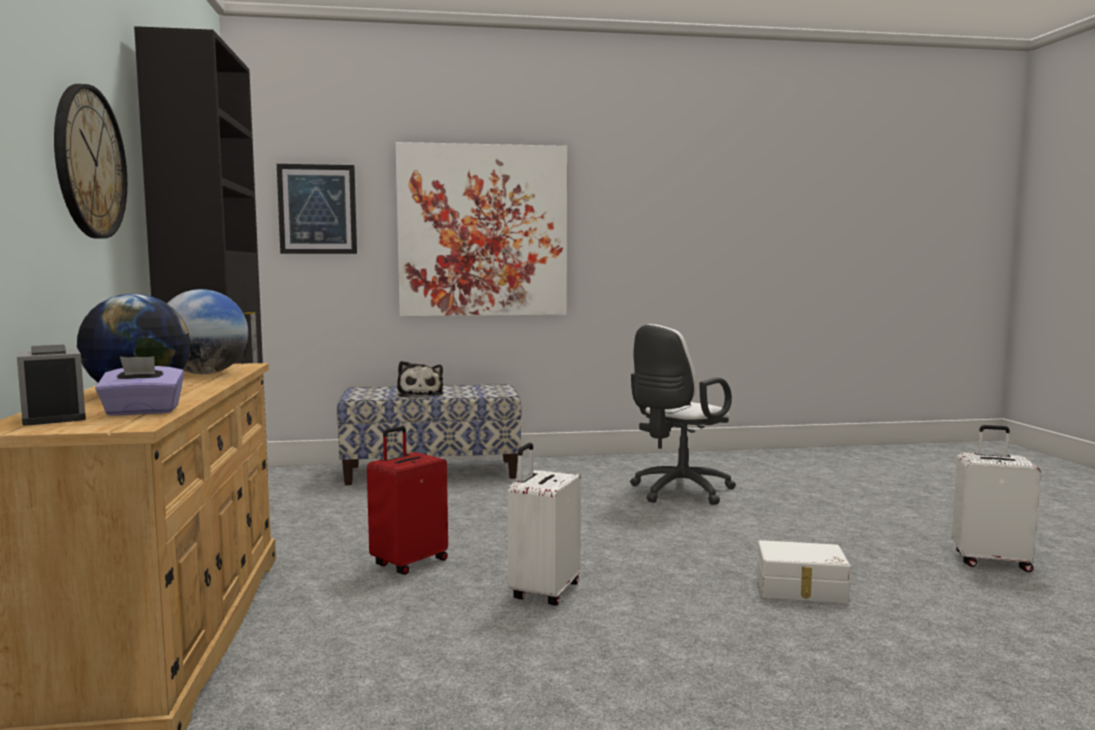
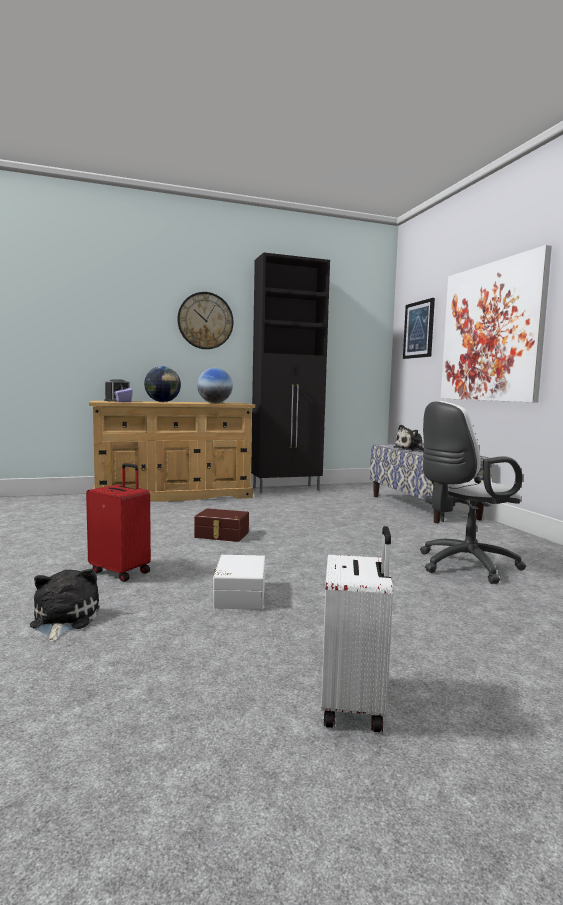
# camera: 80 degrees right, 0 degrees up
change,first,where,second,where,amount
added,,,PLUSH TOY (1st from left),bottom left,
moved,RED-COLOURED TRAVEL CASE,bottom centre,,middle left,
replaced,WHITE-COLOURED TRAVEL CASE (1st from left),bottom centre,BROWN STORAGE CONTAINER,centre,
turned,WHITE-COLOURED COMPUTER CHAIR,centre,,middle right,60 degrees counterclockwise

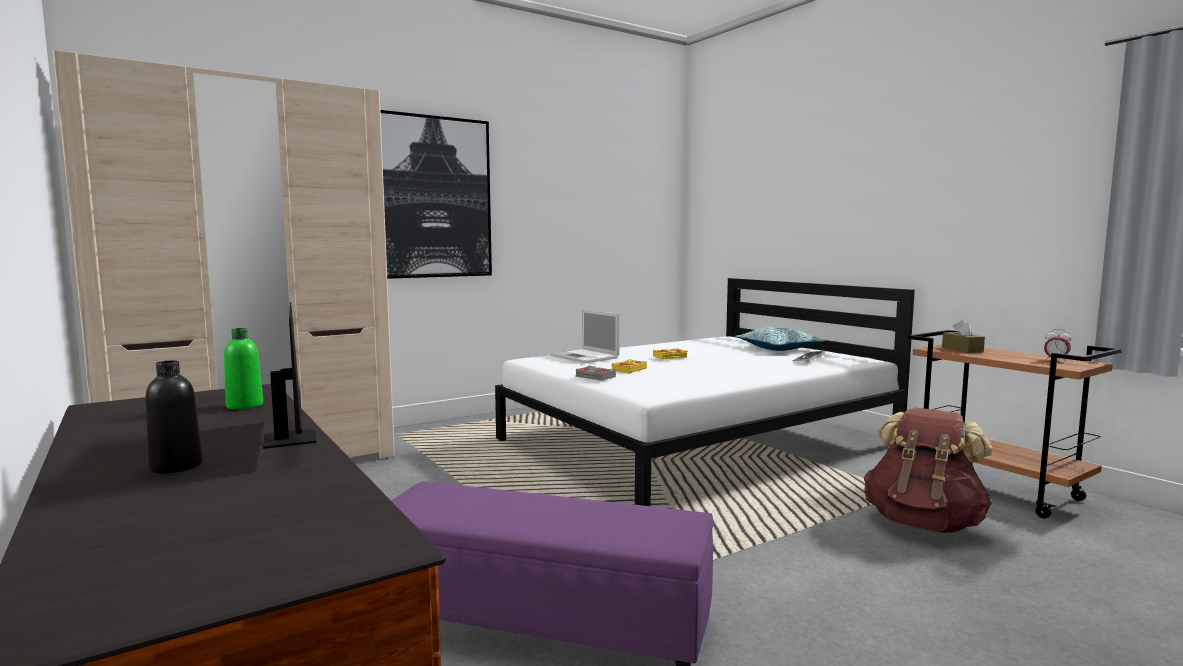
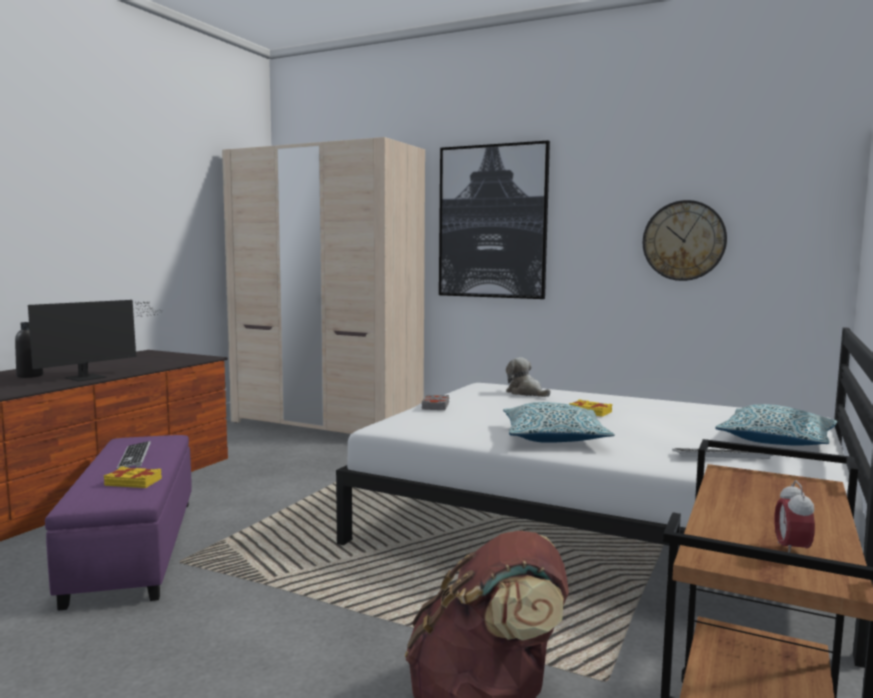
# camera: 60 degrees right, 0 degrees up
change,first,where,second,where,amount
moved,YELLOW-COLOURED BOUND BOOK (1st from left),centre,,bottom left,
added,,,KEYBOARD (1st from left),middle left,
added,,,THROW PILLOW (1st from left),centre,
replaced,LAPTOP,centre,PLUSH TOY,centre,
added,,,WALL CLOCK,middle right,
removed,GREEN DRINK BOTTLE,middle left,,,
removed,BROWN TISSUE HOLDER,middle right,,,

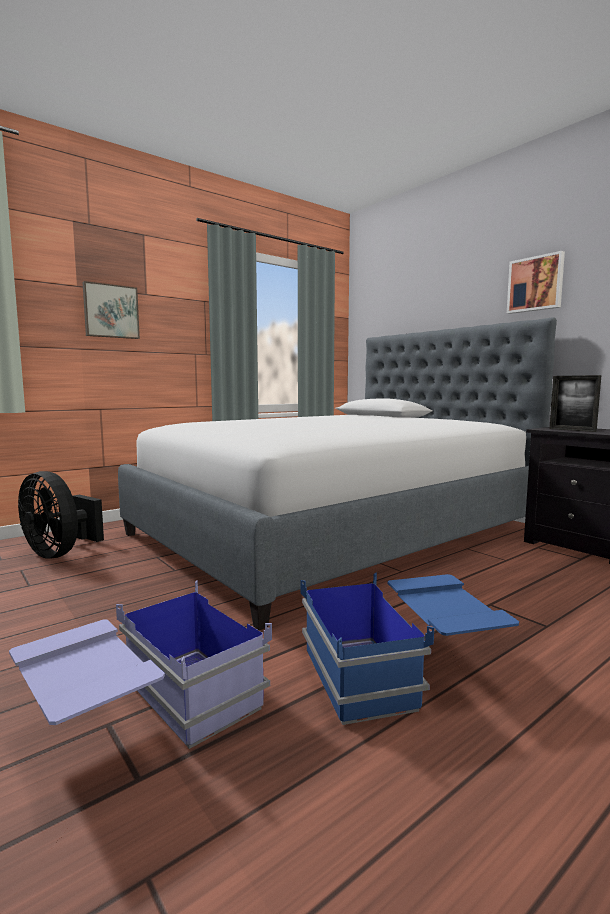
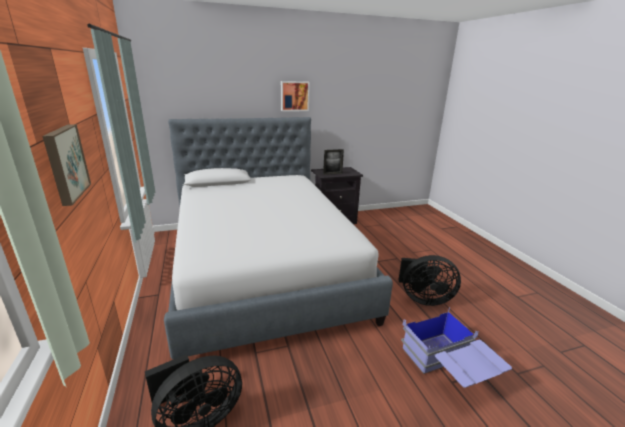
# camera: 70 degrees left, 15 degrees up
change,first,where,second,where,amount
replaced,BLUE STORAGE CONTAINER (2nd from left),bottom right,BLACK-COLOURED ELECTRIC FAN (2nd from left),middle right,

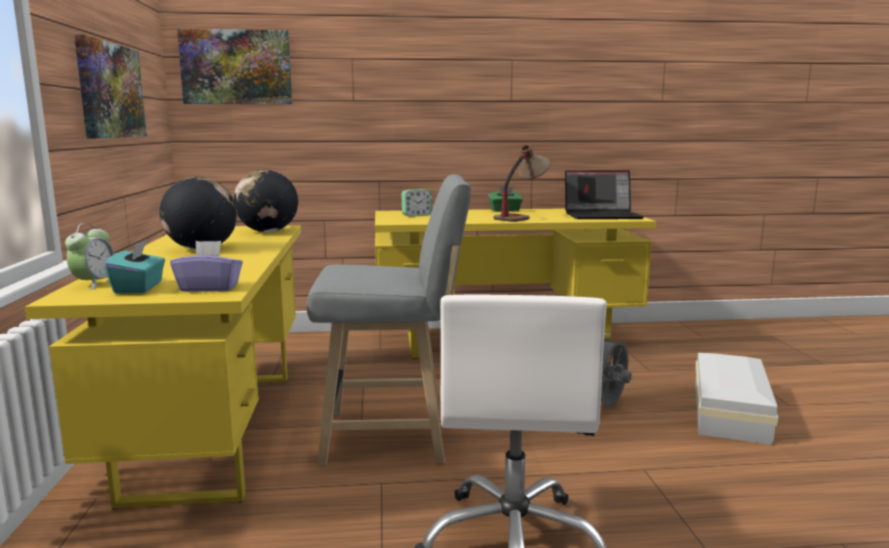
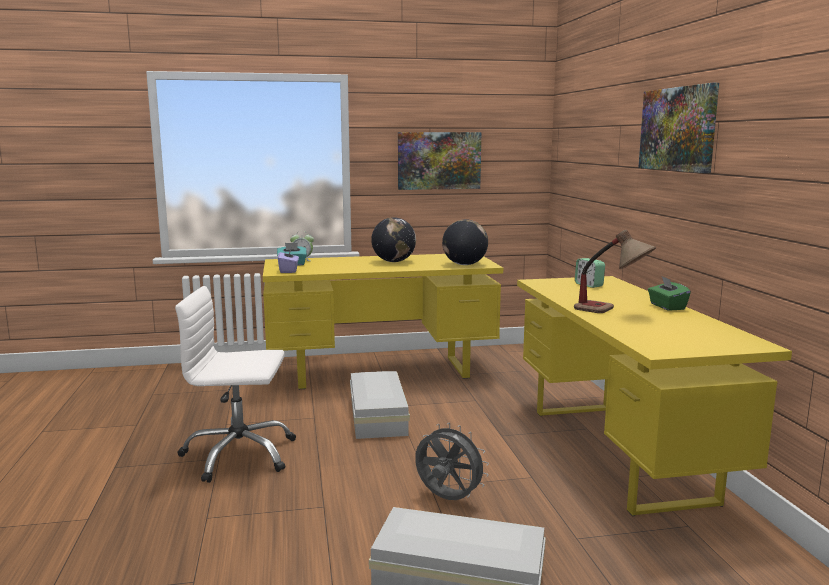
# camera: 85 degrees right, 0 degrees up
change,first,where,second,where,amount
replaced,GREY SITTING STOOL,centre,WHITE-COLOURED STORAGE CONTAINER (1st from left),bottom centre,
moved,WALL PICTURE (2nd from left),top left,,top right,
removed,LAPTOP,middle right,,,

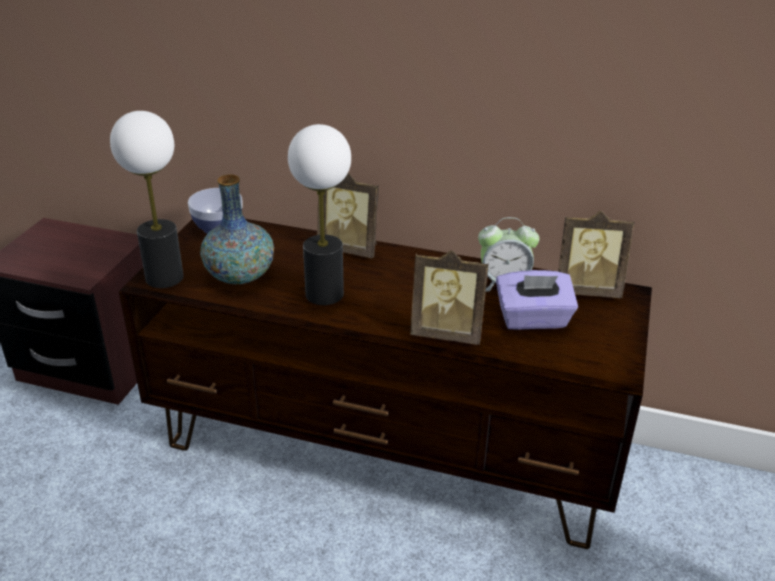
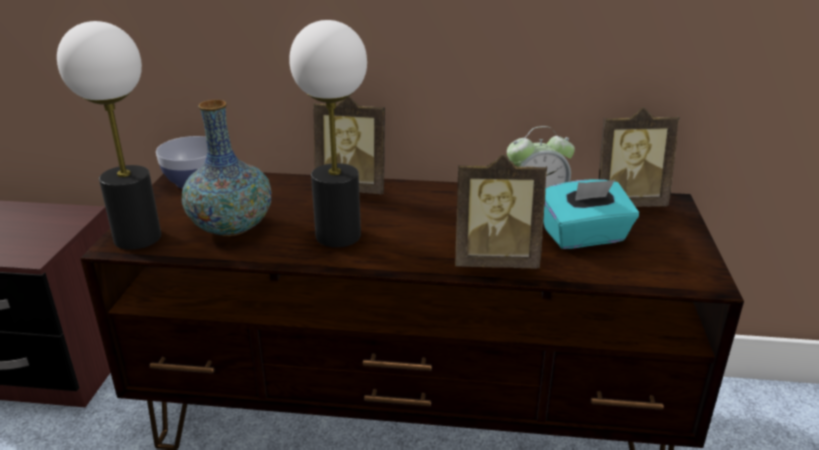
# camera: 10 degrees left, 5 degrees down
change,first,where,second,where,amount
recoloured,PURPLE TISSUE HOLDER,middle right,TURQUOISE-COLOURED TISSUE HOLDER,middle right,

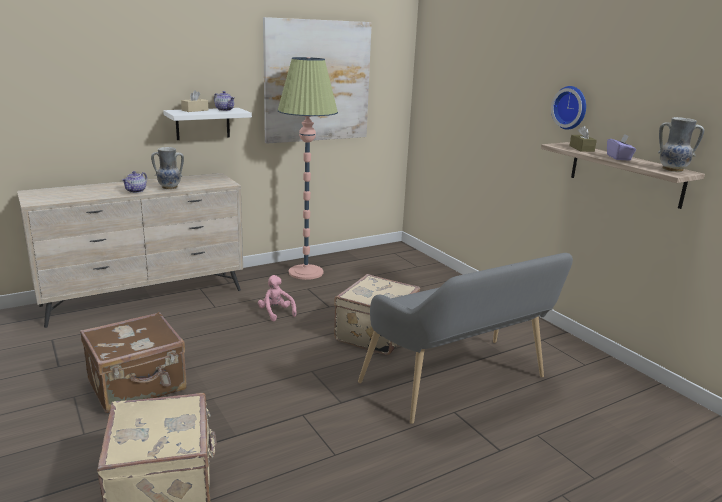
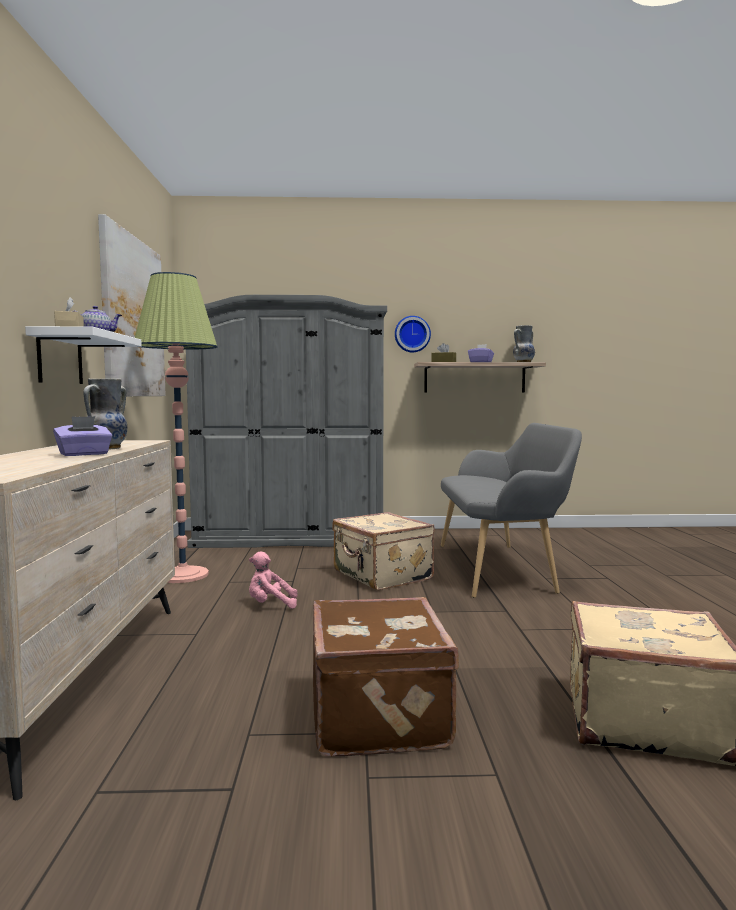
# camera: 60 degrees left, 15 degrees down
change,first,where,second,where,amount
replaced,TEAPOT (1st from left),middle left,PURPLE TISSUE HOLDER (1st from left),middle left,
added,,,GREY WARDROBE,centre,

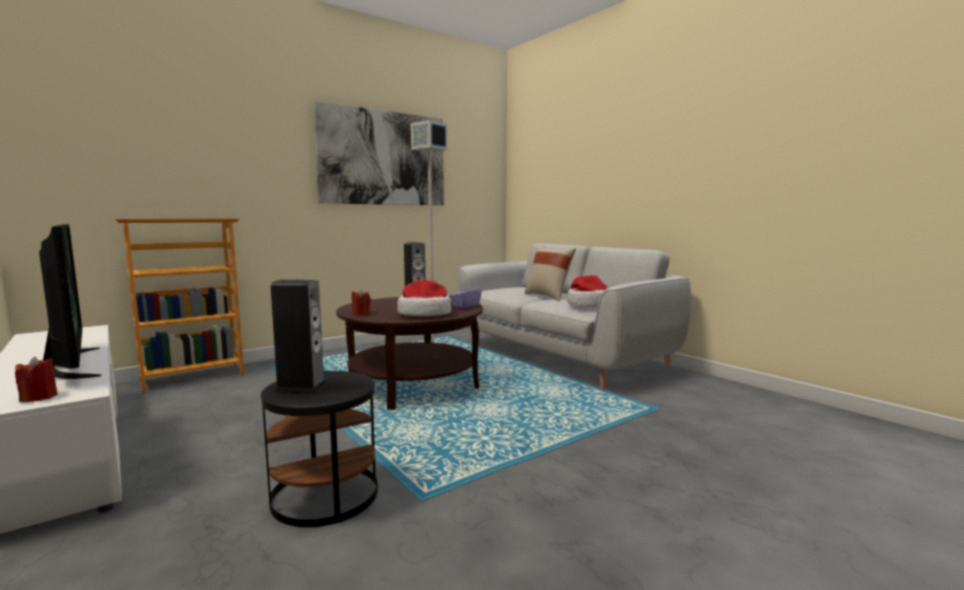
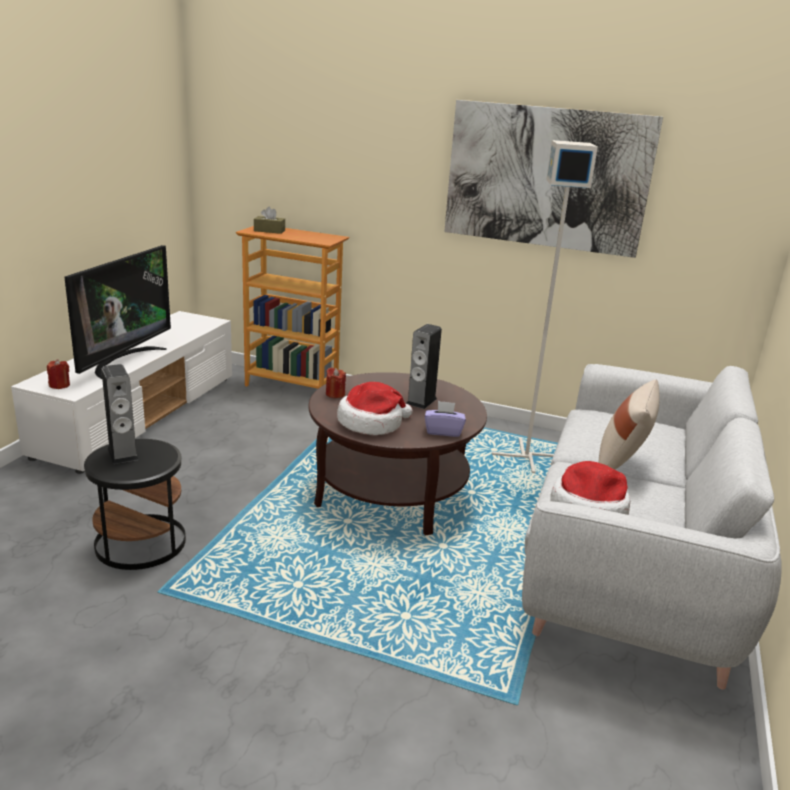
# camera: 55 degrees right, 15 degrees up
change,first,where,second,where,amount
added,,,BROWN TISSUE HOLDER,top centre,

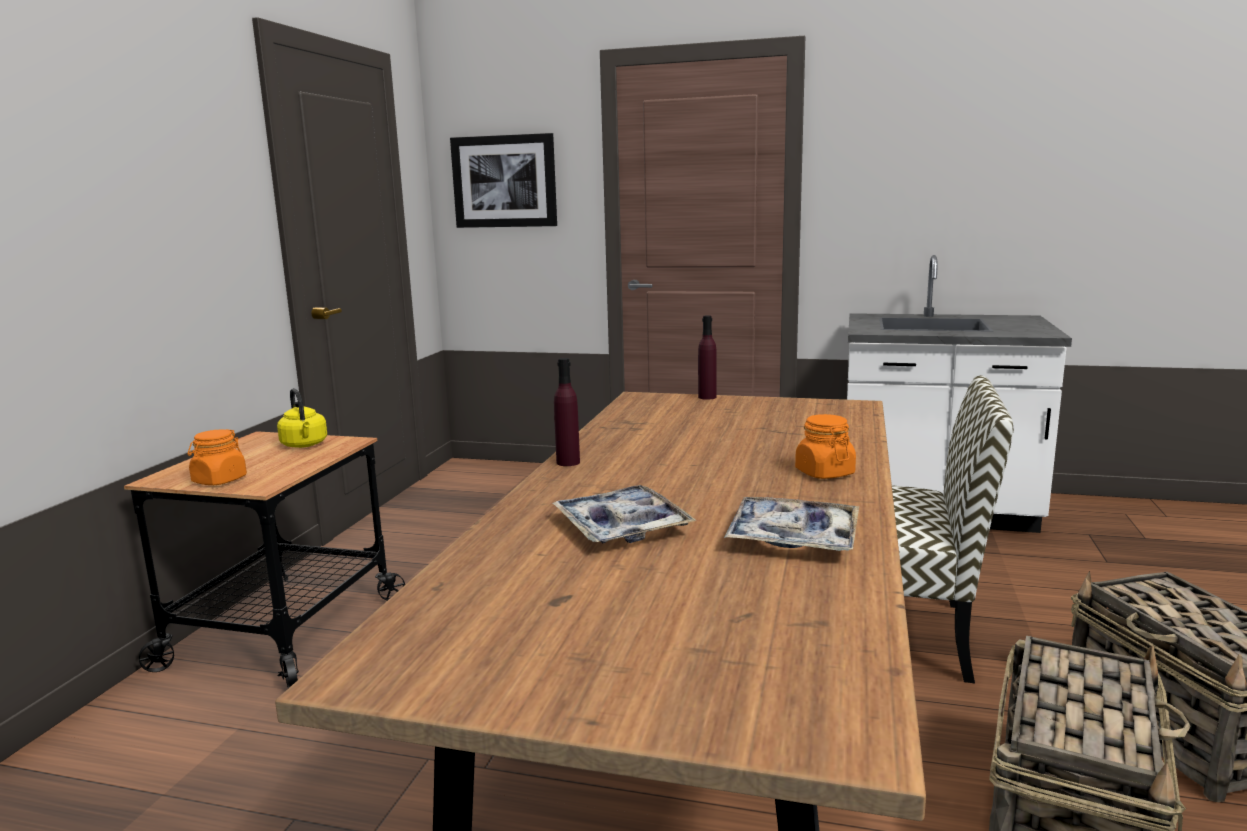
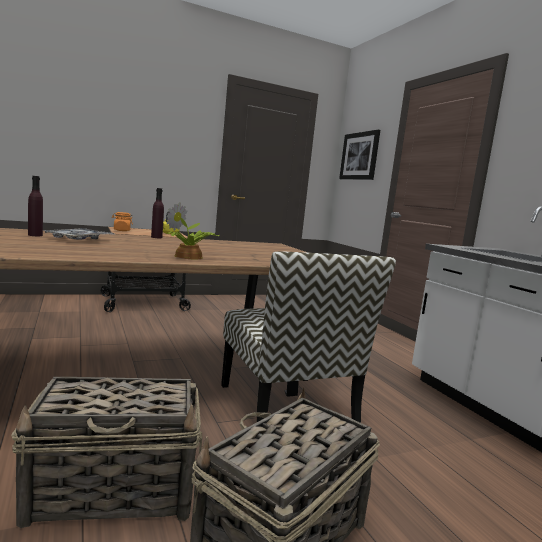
# camera: 50 degrees right, 5 degrees down
change,first,where,second,where,amount
moved,PURPLE DRINK BOTTLE (2nd from left in the first image),centre,PURPLE DRINK BOTTLE (1st from left),middle left,
replaced,ORANGEY PRESERVE JAR (2nd from left),centre,PLANT IN A POT,centre,
removed,SERVING TRAY (2nd from left),centre,,,

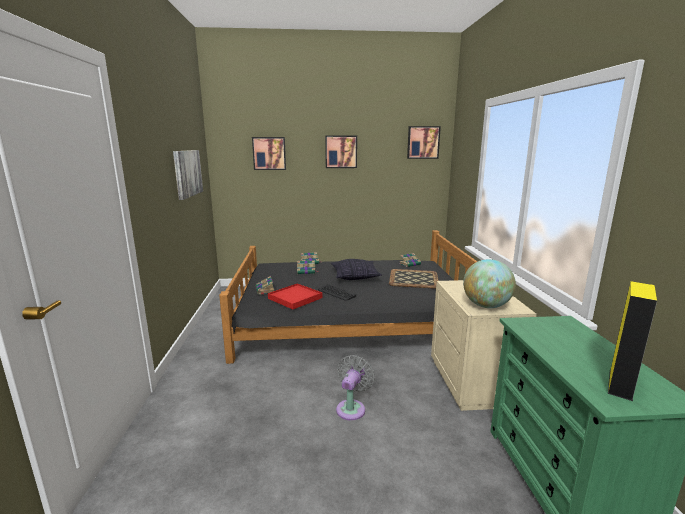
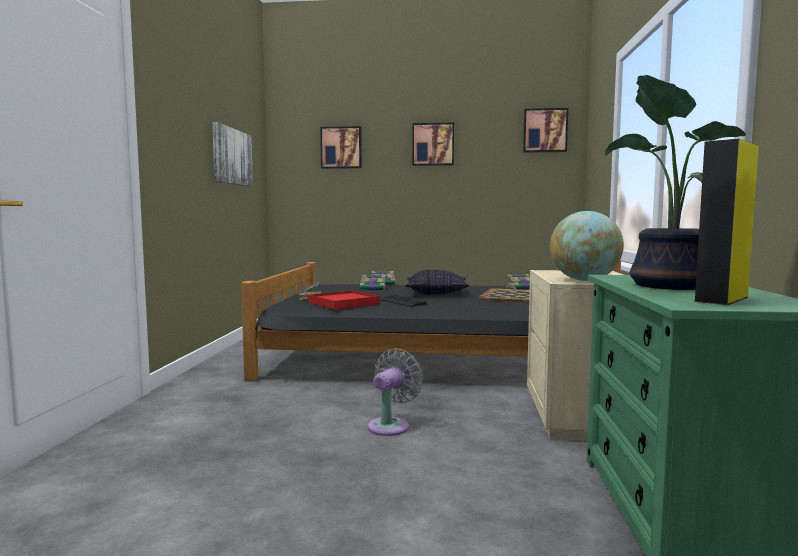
# camera: 10 degrees right, 10 degrees down
change,first,where,second,where,amount
added,,,PLANT IN A POT,top right,

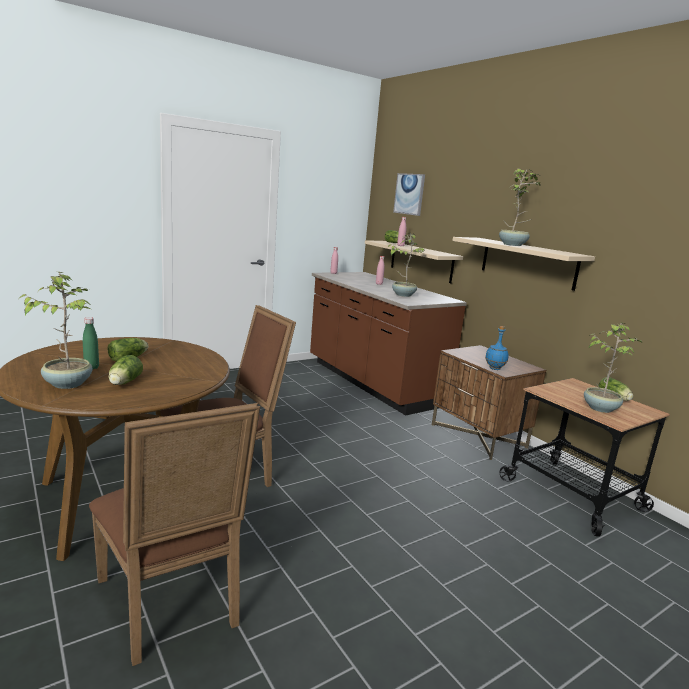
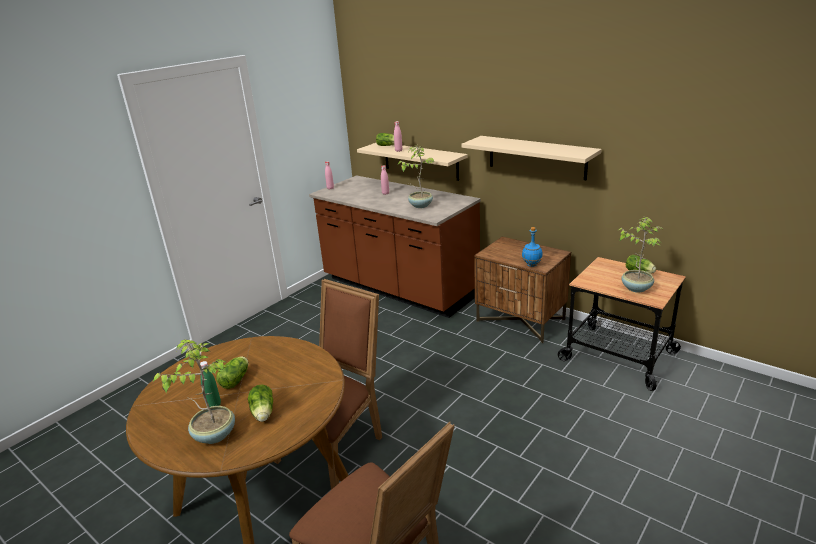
# camera: 15 degrees left, 10 degrees up
change,first,where,second,where,amount
removed,WALL PICTURE,top centre,,,
removed,PLANT IN A POT (3rd from left),top right,,,

